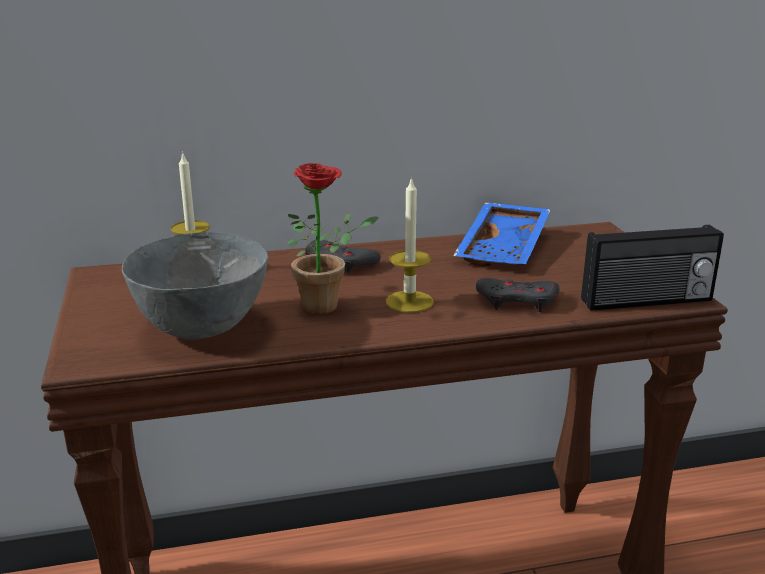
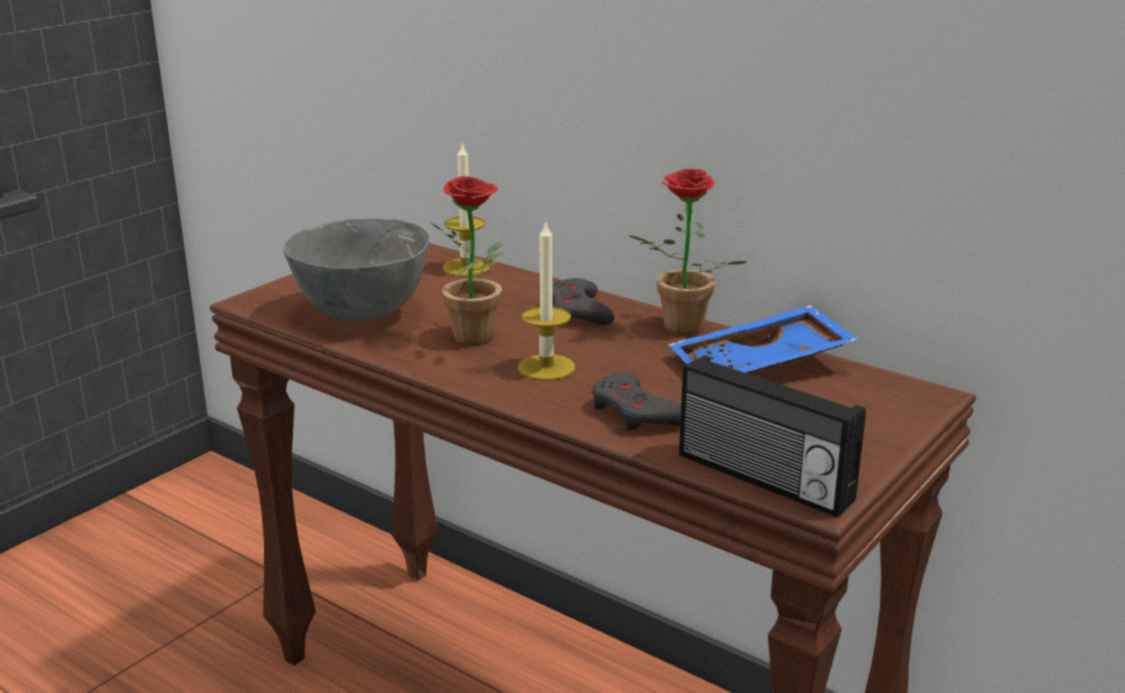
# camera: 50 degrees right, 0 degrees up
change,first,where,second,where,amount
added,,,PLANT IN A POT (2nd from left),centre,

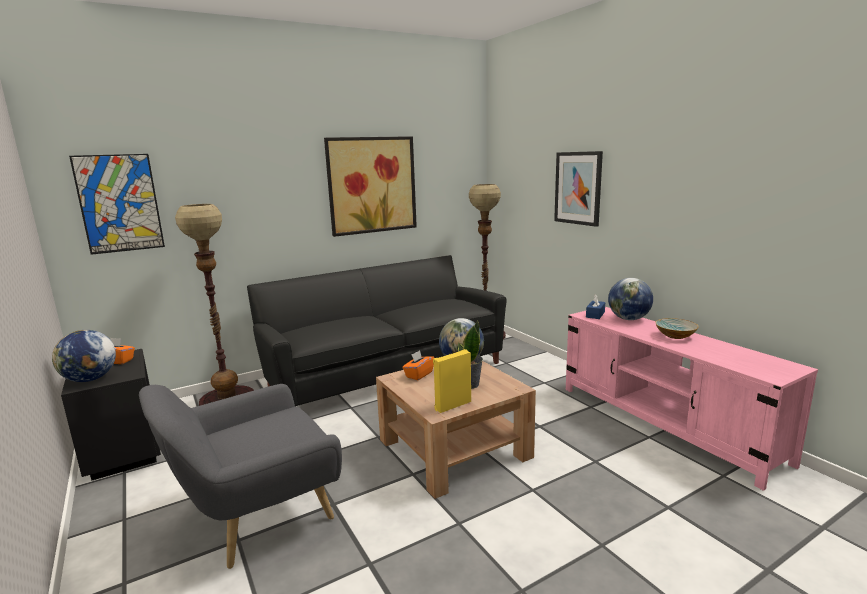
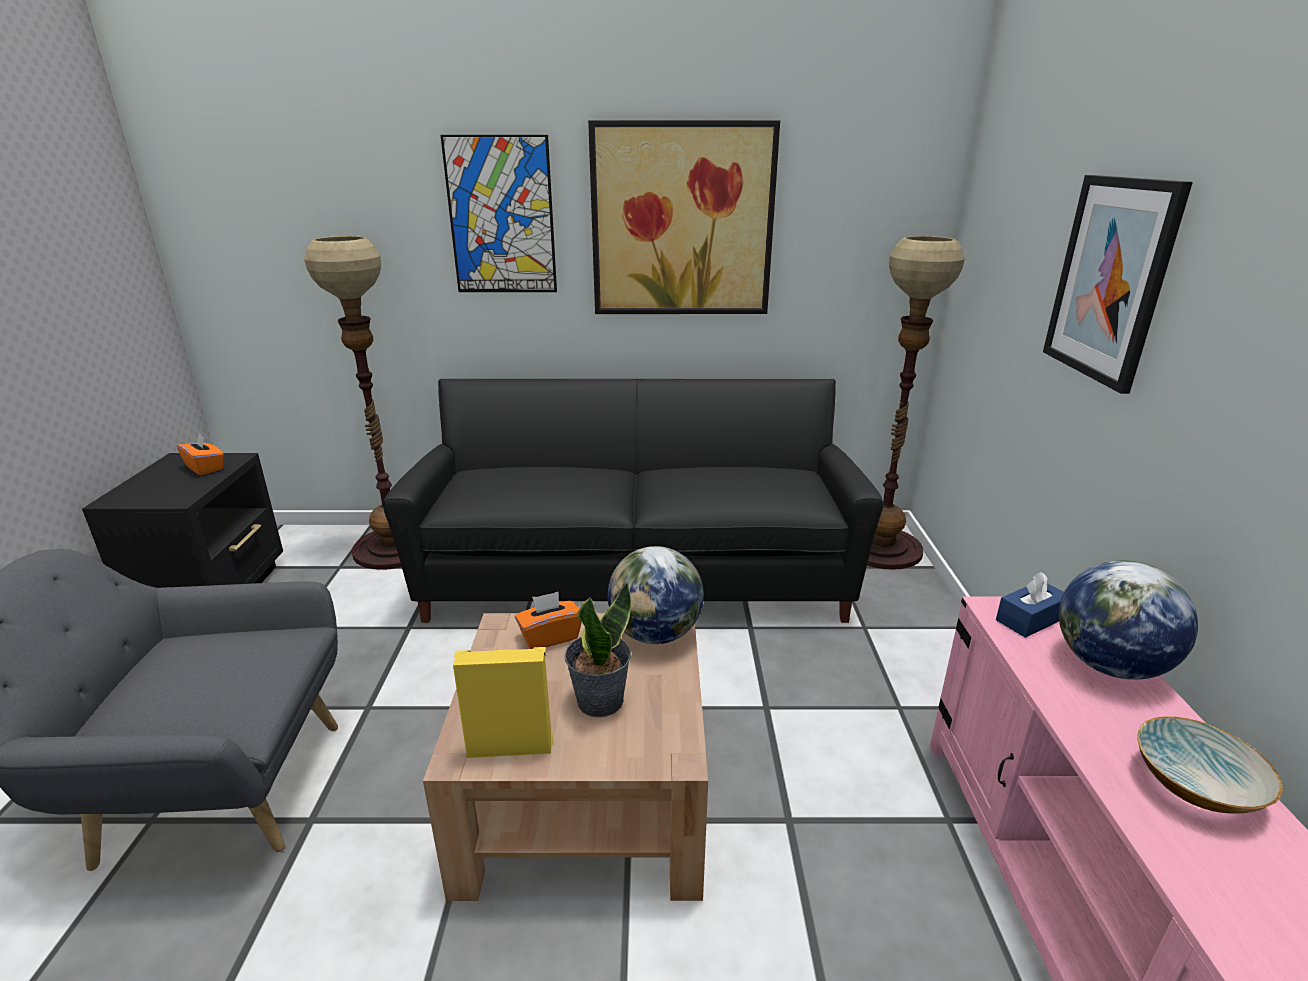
# camera: 30 degrees right, 10 degrees up
change,first,where,second,where,amount
moved,WALL PICTURE (1st from left),middle left,,top centre,
removed,GLOBE (1st from left),middle left,,,

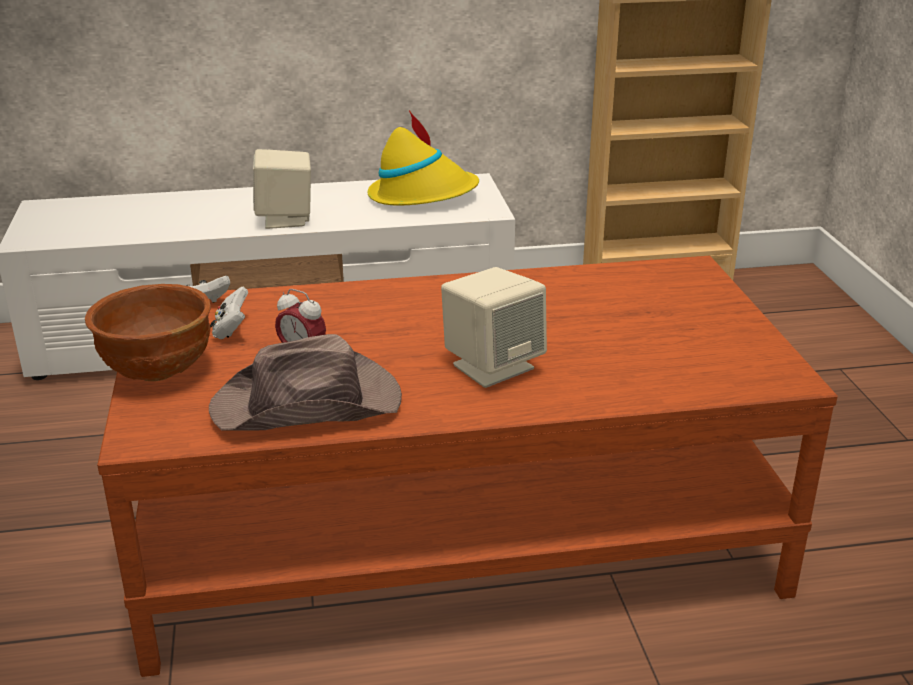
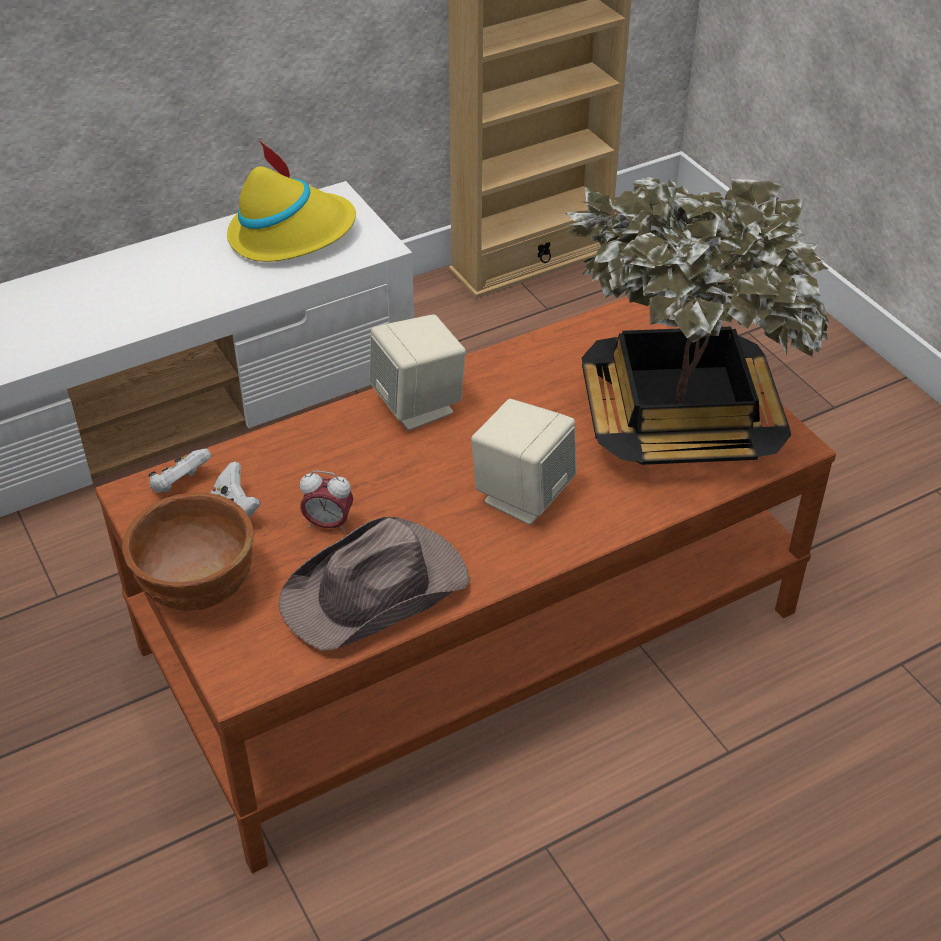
# camera: 20 degrees left, 15 degrees up
change,first,where,second,where,amount
moved,BEIGE AUDIO SPEAKER (1st from left),top left,,centre,
added,,,PLANT IN A POT,middle right,

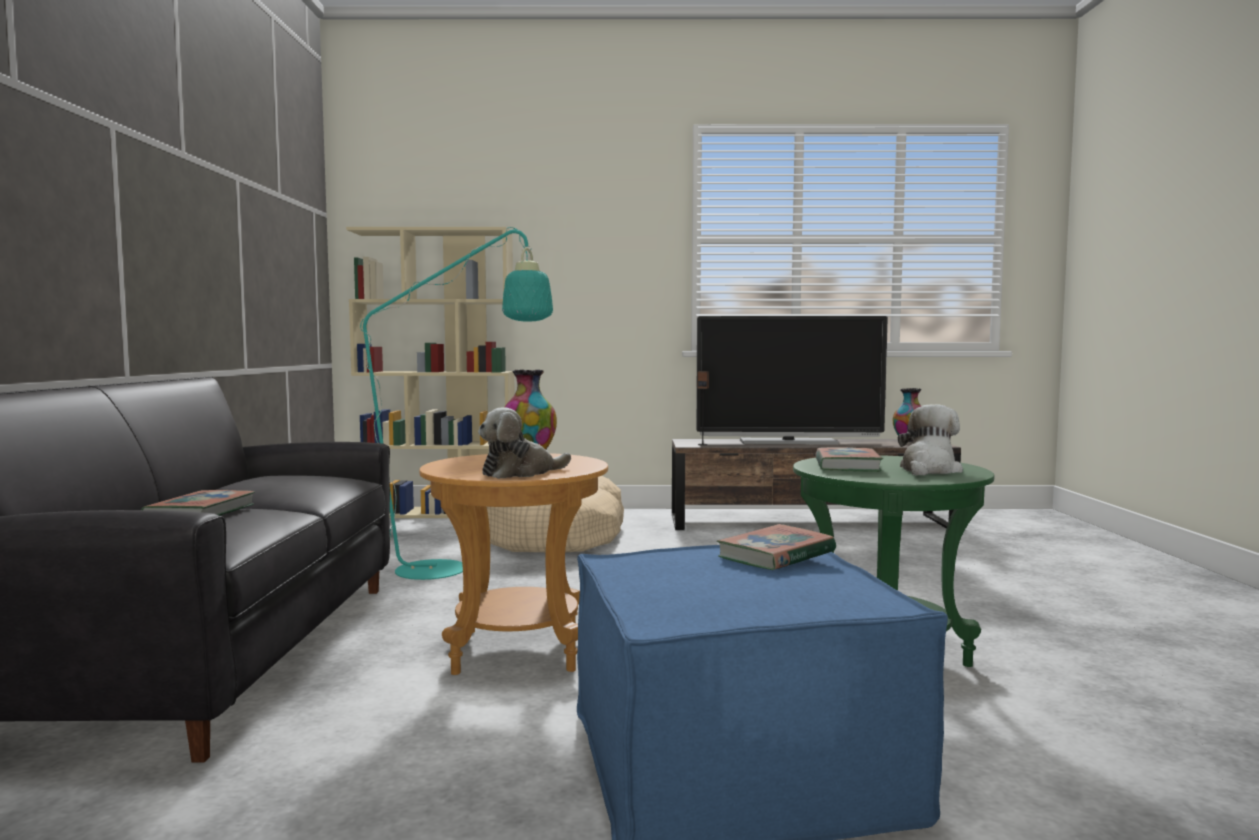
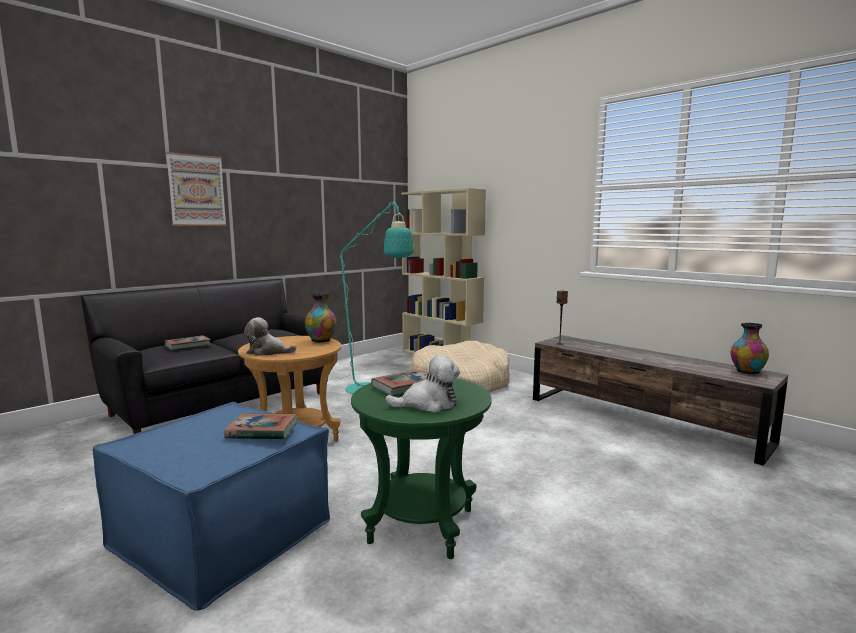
# camera: 45 degrees right, 5 degrees up
change,first,where,second,where,amount
added,,,WALL PICTURE,top left,
removed,TV,centre,,,

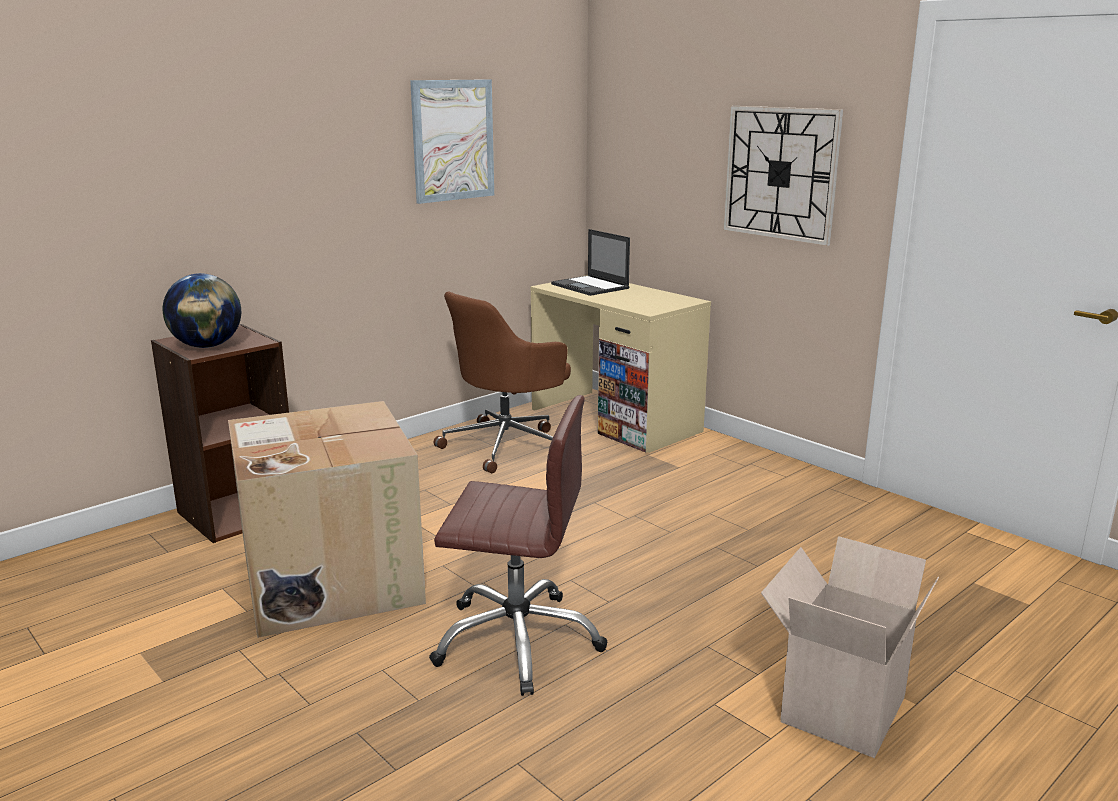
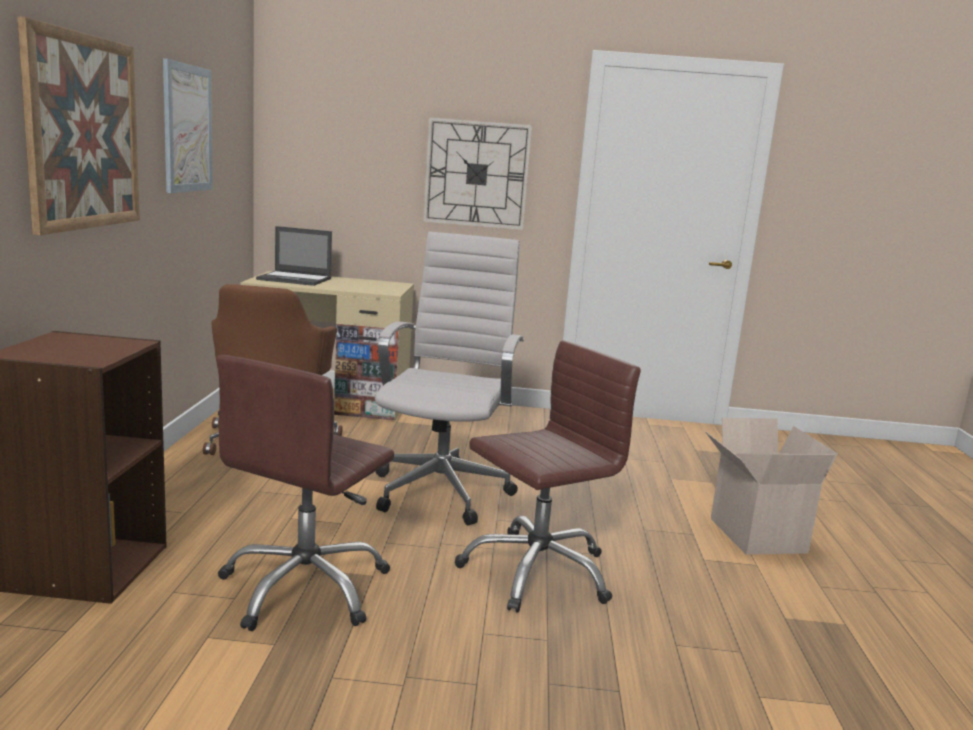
# camera: 45 degrees left, 5 degrees down
change,first,where,second,where,amount
added,,,WALL PICTURE (1st from left),top left,
replaced,CARTON (1st from left),middle left,BROWN COMPUTER CHAIR (2nd from left),bottom left,
added,,,WHITE-COLOURED COMPUTER CHAIR,centre,
removed,GLOBE,middle left,,,

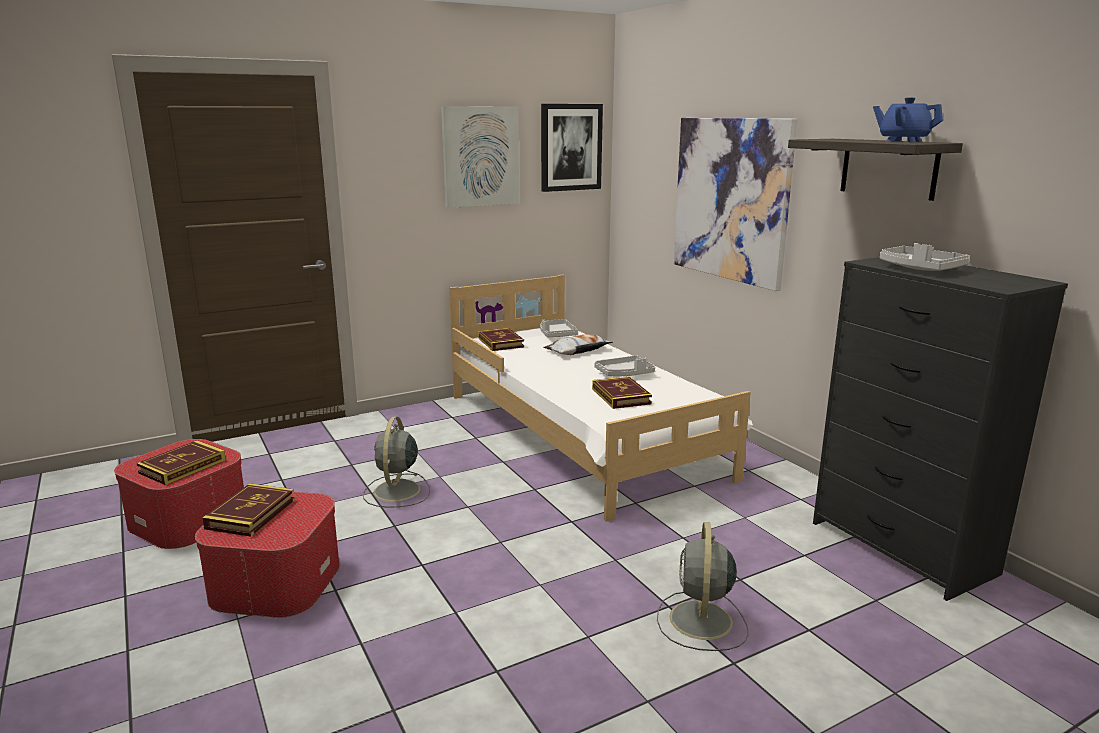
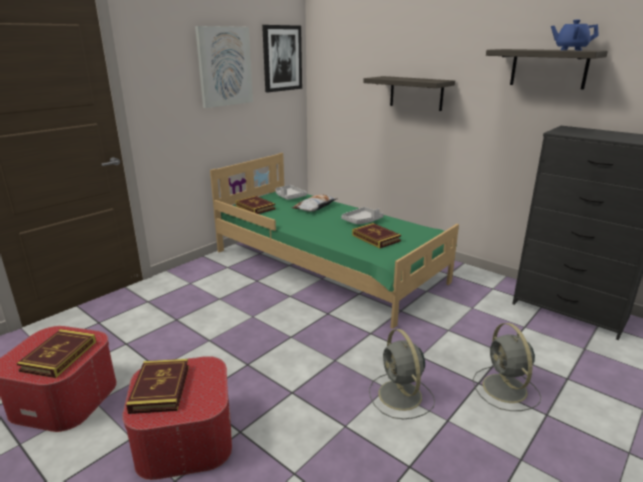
# camera: 20 degrees left, 5 degrees up
change,first,where,second,where,amount
recoloured,WHITE-COLOURED BED,centre,GREEN BED,centre,
replaced,WALL PICTURE (3rd from left),top right,WALL SHELF (1st from left),top centre,
moved,GREY ELECTRIC FAN (1st from left),centre,,bottom centre,
removed,GREY SERVING TRAY (3rd from left),middle right,,,

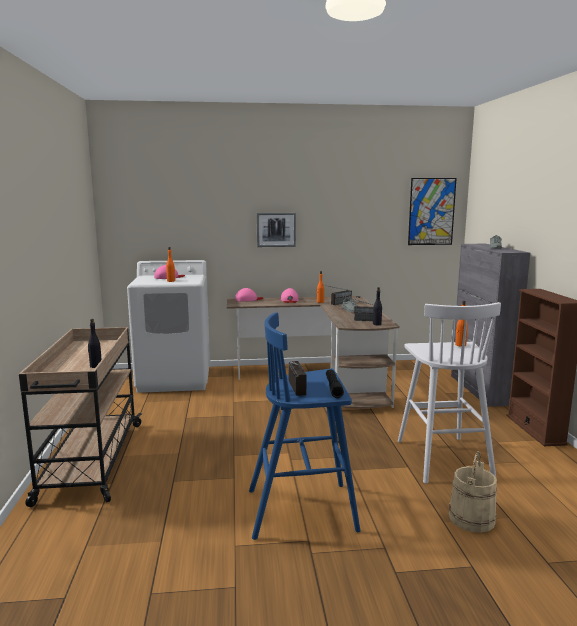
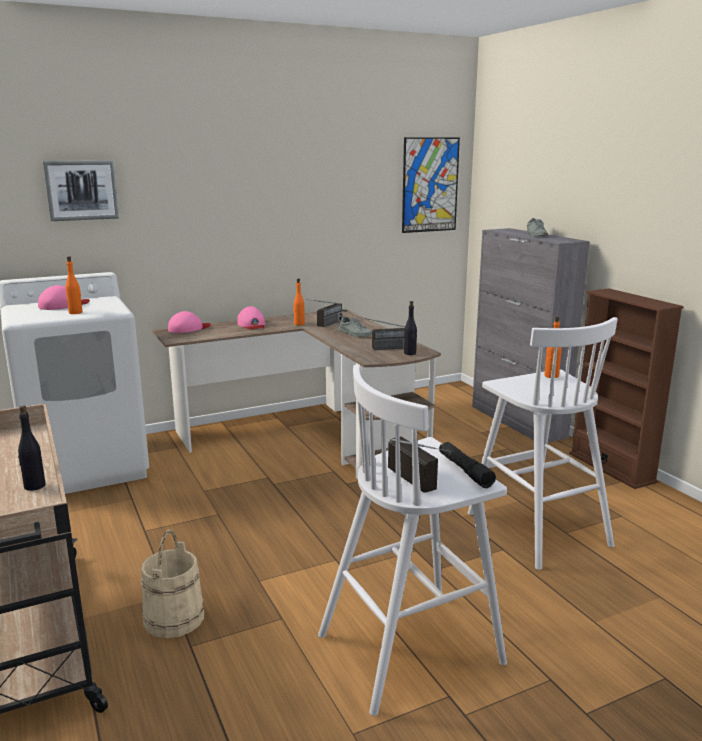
# camera: 20 degrees left, 5 degrees up
change,first,where,second,where,amount
moved,WALL PICTURE (1st from left),centre,,top left,
moved,BEIGE WATER BUCKET,bottom right,,bottom left,
recoloured,BLUE SITTING STOOL,bottom centre,WHITE-COLOURED SITTING STOOL (1st from left),bottom centre,

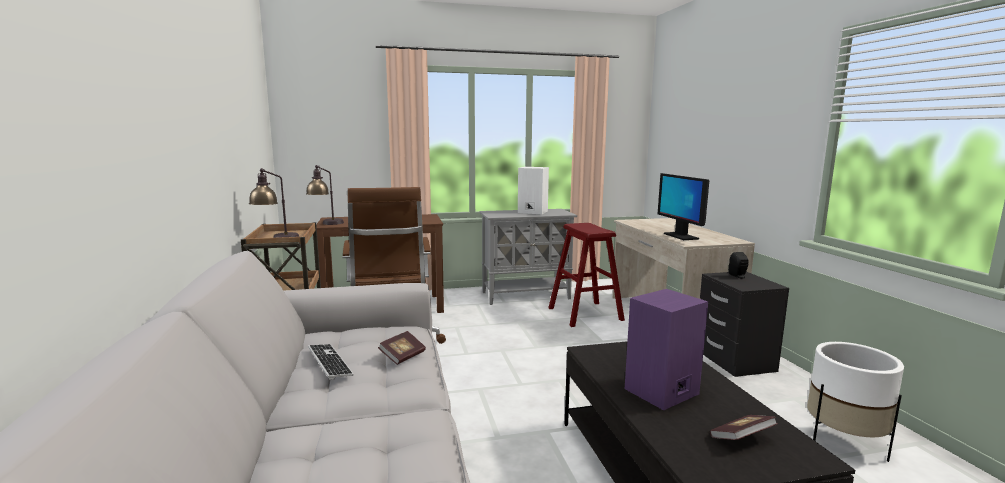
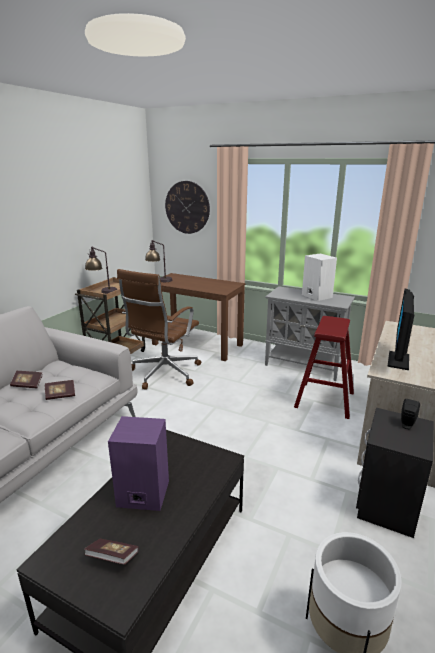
# camera: 40 degrees right, 10 degrees up
change,first,where,second,where,amount
replaced,KEYBOARD,bottom left,BOUND BOOK (1st from left),middle left,
added,,,WALL CLOCK,top centre,

